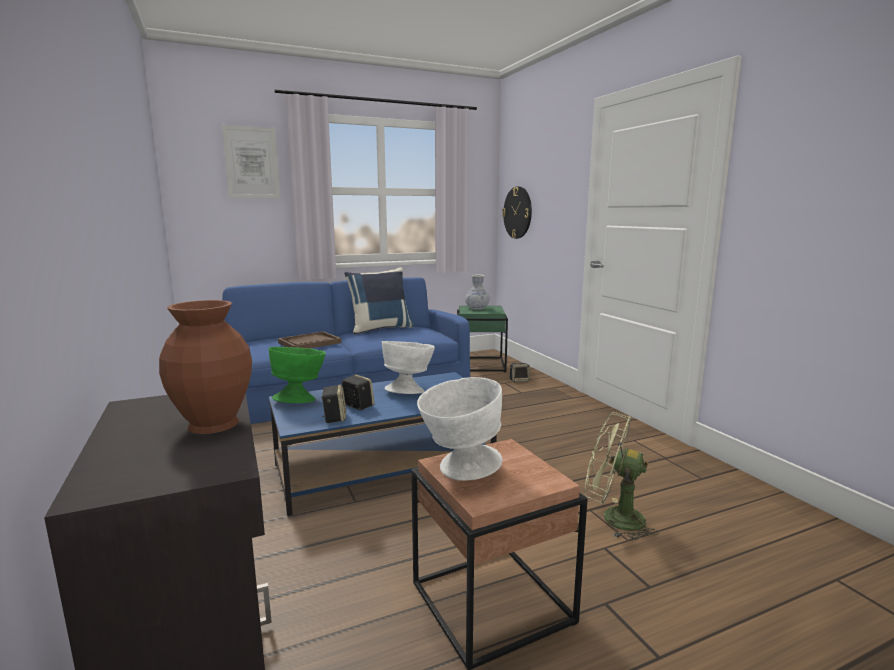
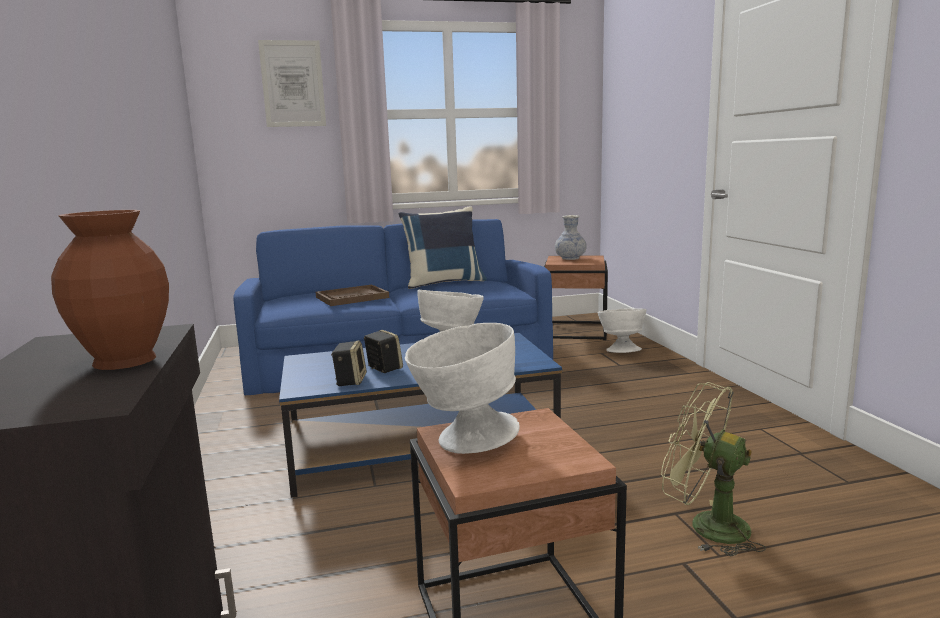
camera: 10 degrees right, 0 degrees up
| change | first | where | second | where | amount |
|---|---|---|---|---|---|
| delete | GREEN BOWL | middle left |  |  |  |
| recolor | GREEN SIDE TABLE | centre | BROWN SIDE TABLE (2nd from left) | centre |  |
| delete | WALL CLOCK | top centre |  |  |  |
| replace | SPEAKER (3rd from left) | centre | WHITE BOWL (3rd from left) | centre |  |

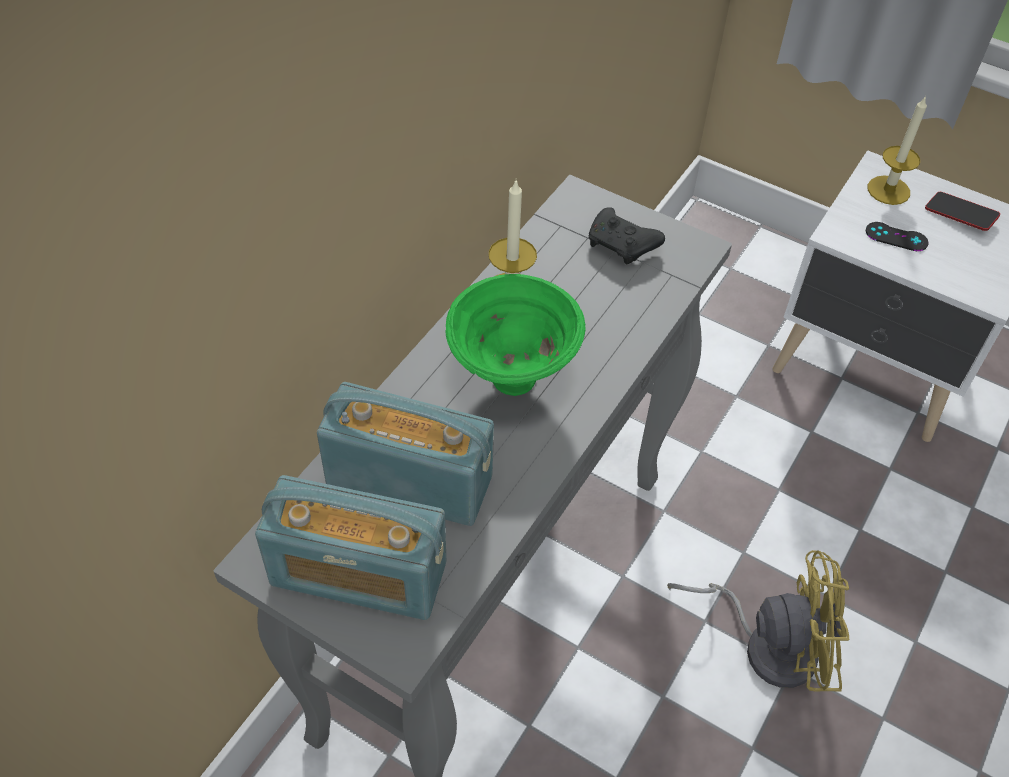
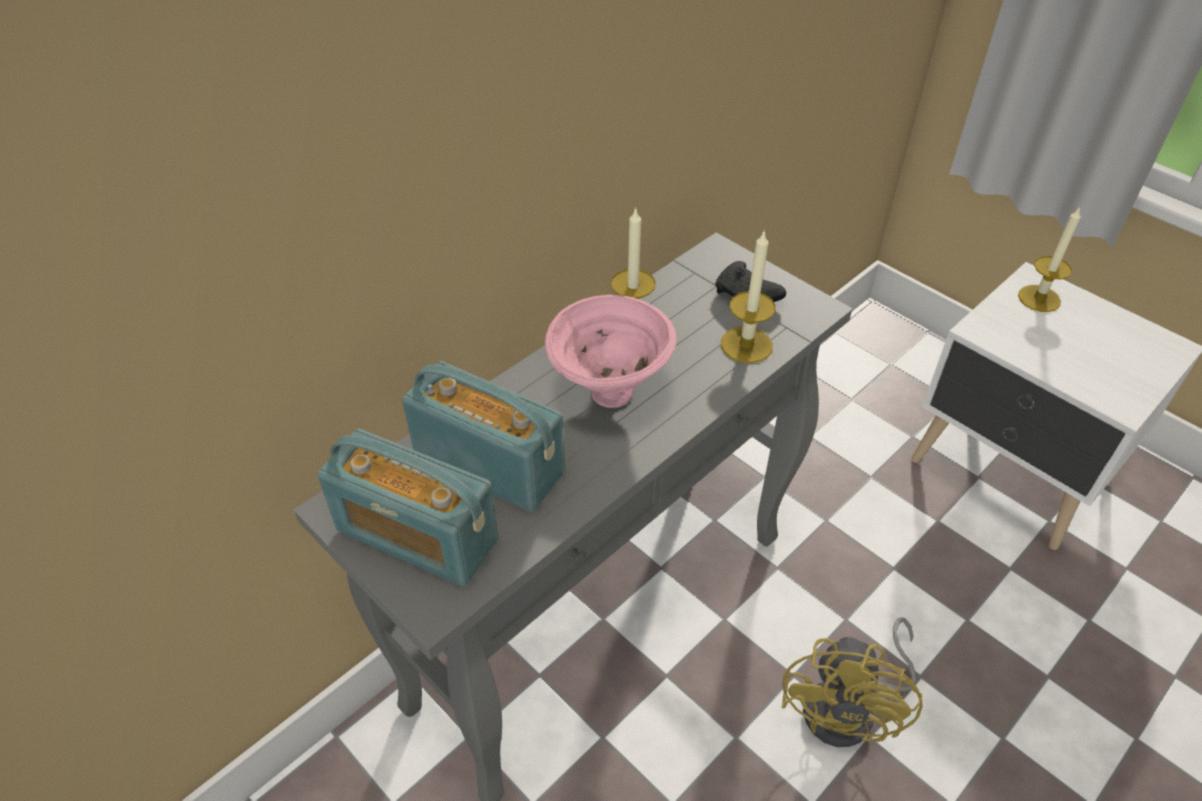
camera: 15 degrees right, 5 degrees down
| change | first | where | second | where | amount |
|---|---|---|---|---|---|
| recolor | GREEN BOWL | centre | PINK BOWL | centre |  |
| rotate | YELLOW FAN | bottom right |  | bottom right | 90 degrees clockwise |
| delete | BLACK GAME CONTROLLER (2nd from left) | top right |  |  |  |
| delete | PHONE | top right |  |  |  |
| insert |  |  | CANDLE (2nd from left) | centre |  |

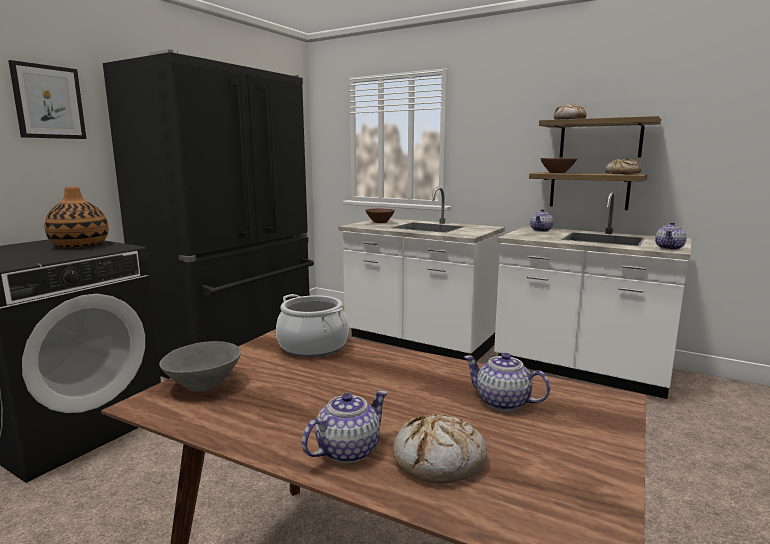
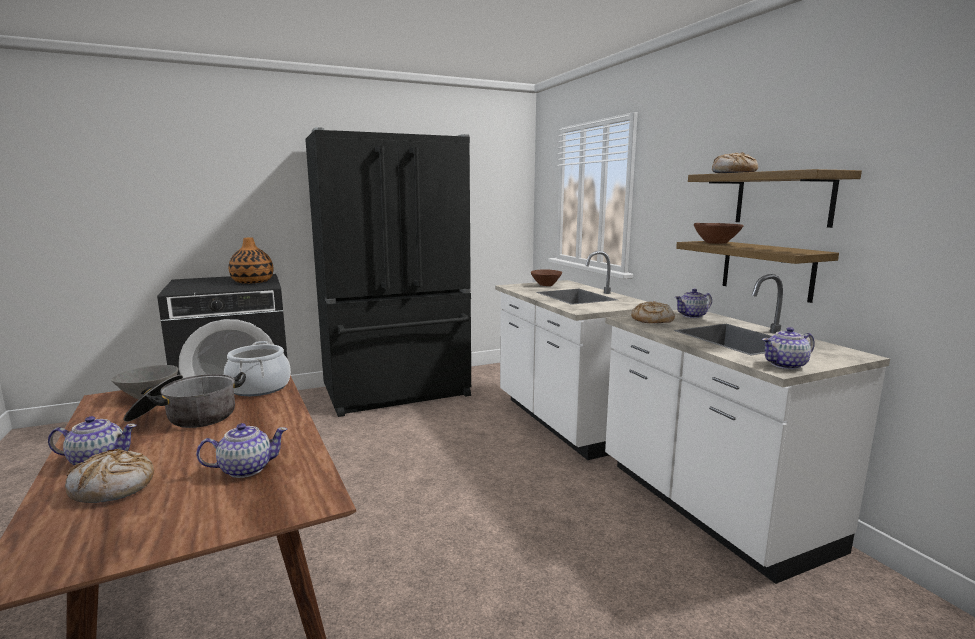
camera: 35 degrees right, 0 degrees up
| change | first | where | second | where | amount |
|---|---|---|---|---|---|
| delete | PICTURE | top left |  |  |  |
| rotate | TEAPOT (2nd from left) | bottom centre |  | bottom left | 90 degrees clockwise |
| move | BREAD (3rd from left in the first image) | top right | BREAD (2nd from left) | middle right |  |
| insert |  |  | COOKING POT (1st from left) | middle left |  |

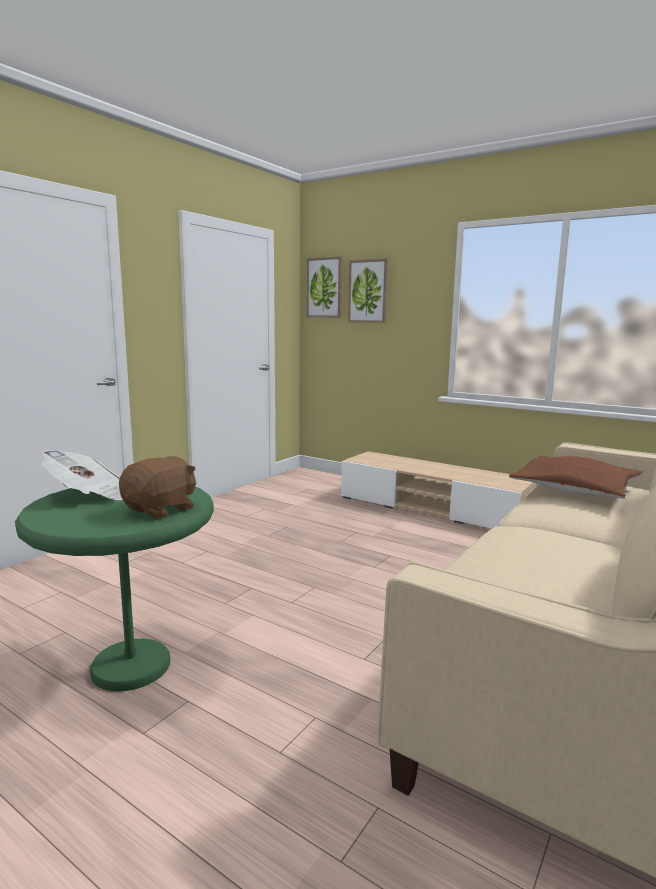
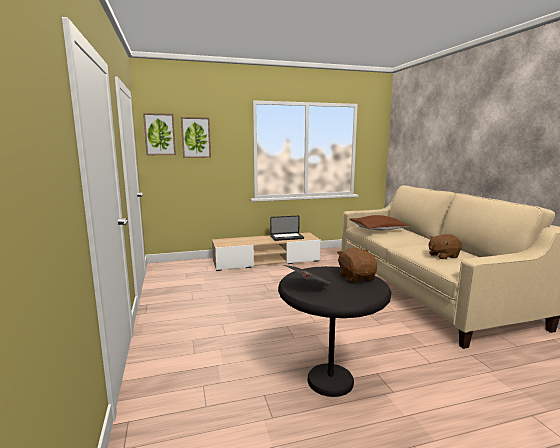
camera: 50 degrees left, 0 degrees up
| change | first | where | second | where | amount |
|---|---|---|---|---|---|
| recolor | GREEN SIDE TABLE | middle left | BLACK SIDE TABLE | bottom centre |  |
| insert |  |  | LAPTOP | centre |  |
| insert |  |  | BROWN PLUSH TOY (2nd from left) | middle right |  |

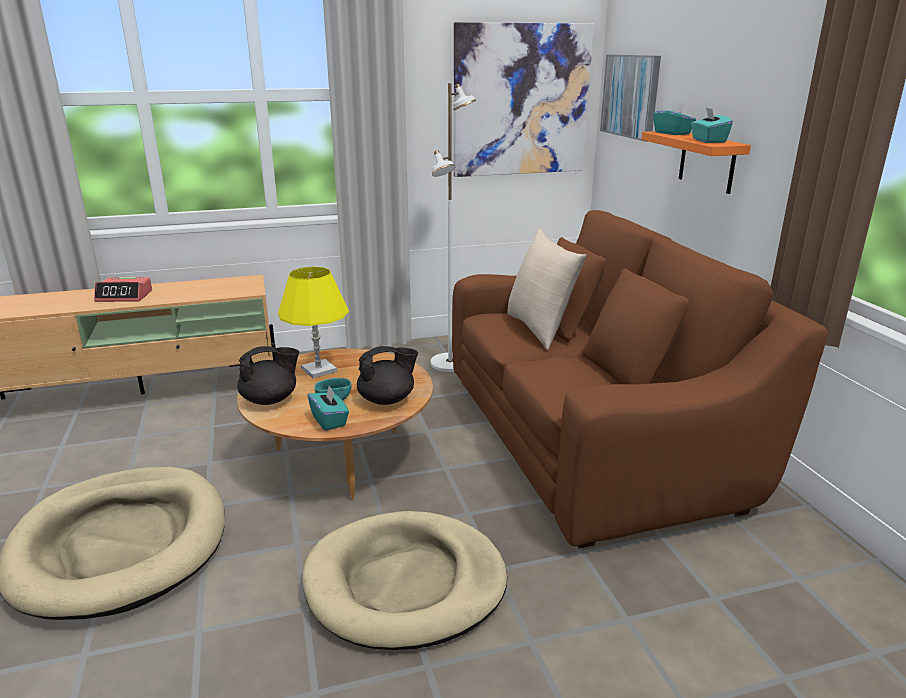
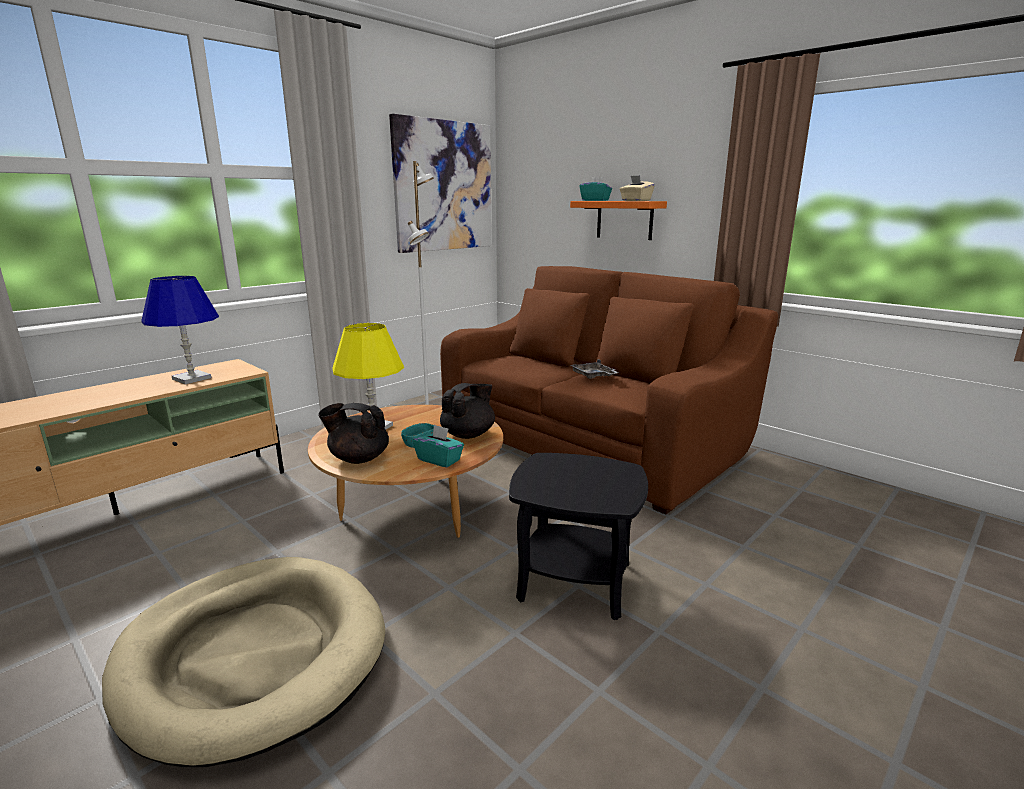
camera: 30 degrees left, 5 degrees down
| change | first | where | second | where | amount |
|---|---|---|---|---|---|
| delete | ALARM CLOCK | middle left |  |  |  |
| rotate | BLACK TEAPOT (1st from left) | middle left |  | centre | 120 degrees counterclockwise |
| replace | BEIGE DOG BED (2nd from left) | bottom centre | BLACK SIDE TABLE | bottom centre |  |
| delete | BEIGE PILLOW | centre |  |  |  |
| delete | PICTURE (2nd from left) | top right |  |  |  |
| recolor | TURQUOISE TISSUE BOX (3rd from left) | top right | BEIGE TISSUE BOX | top centre |  |
| insert |  |  | BLUE TABLE LAMP | middle left |  |
| insert |  |  | GREY TRAY | centre |  |

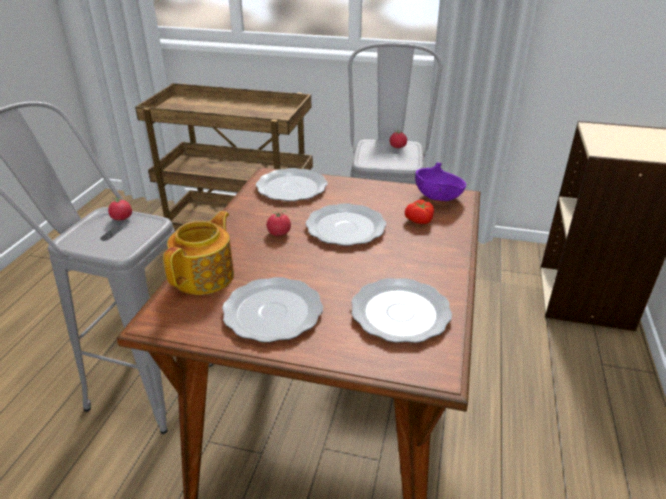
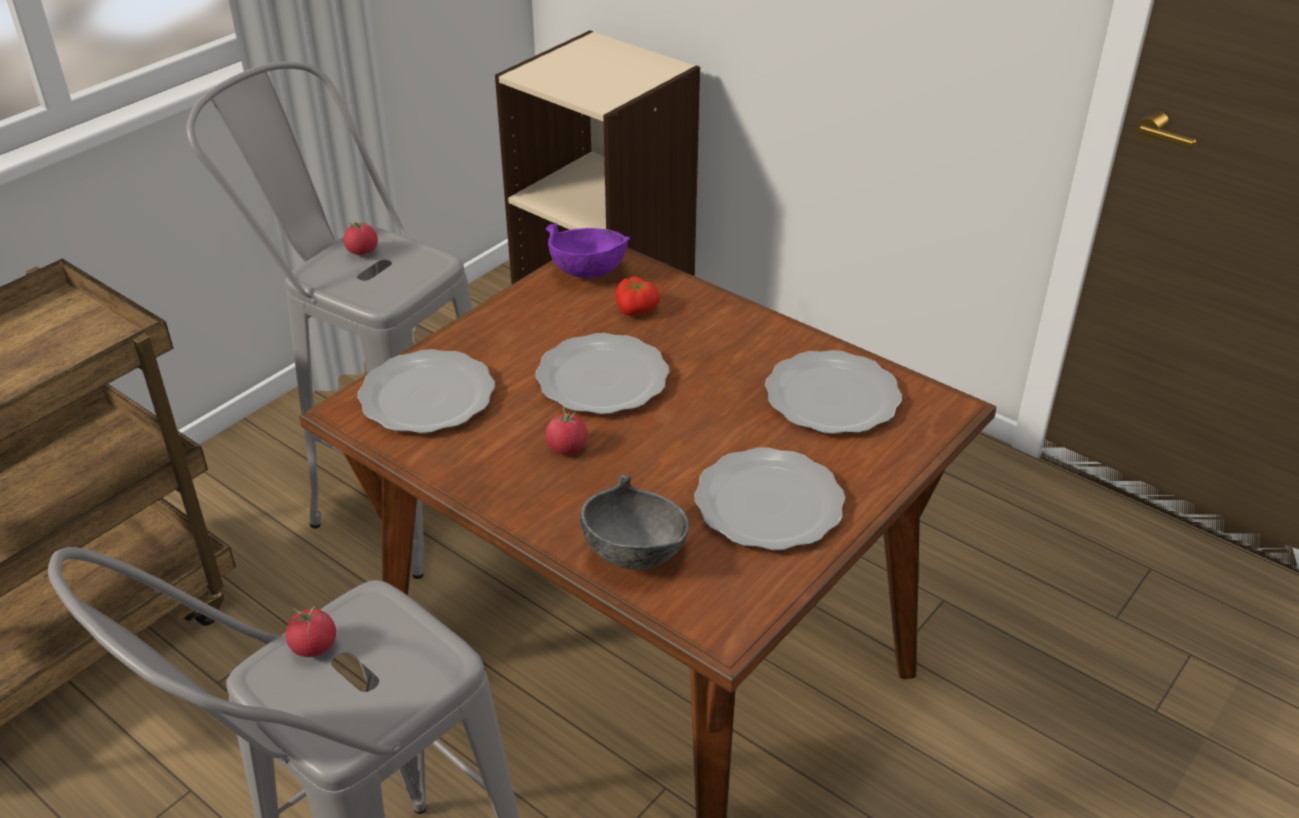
camera: 65 degrees left, 5 degrees up
| change | first | where | second | where | amount |
|---|---|---|---|---|---|
| replace | TEAPOT | middle left | GREY BOWL | centre |  |

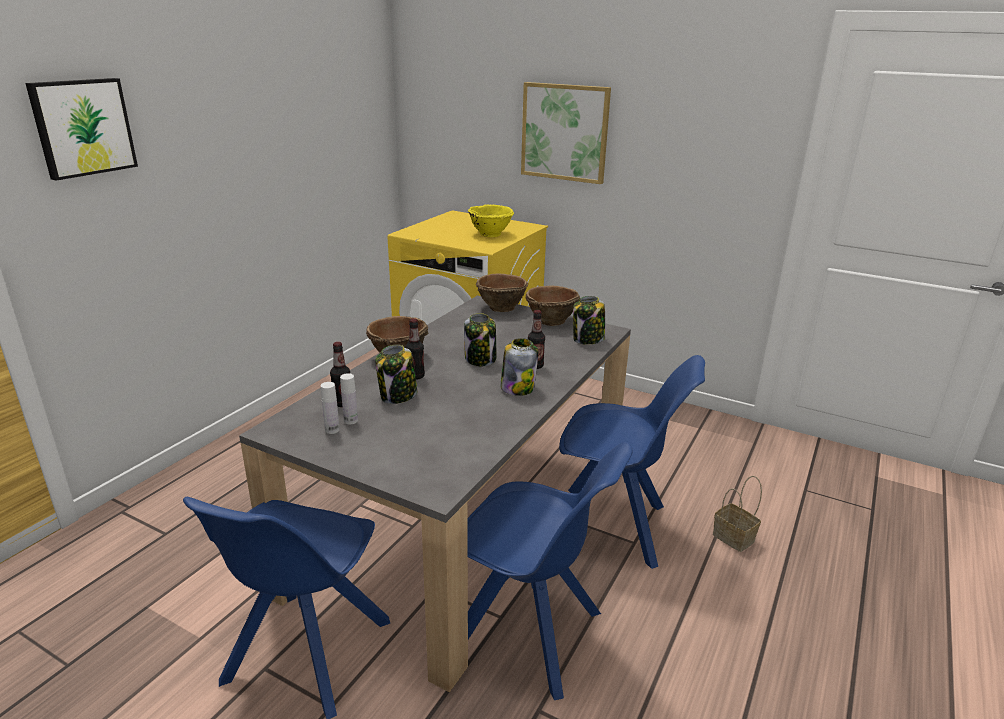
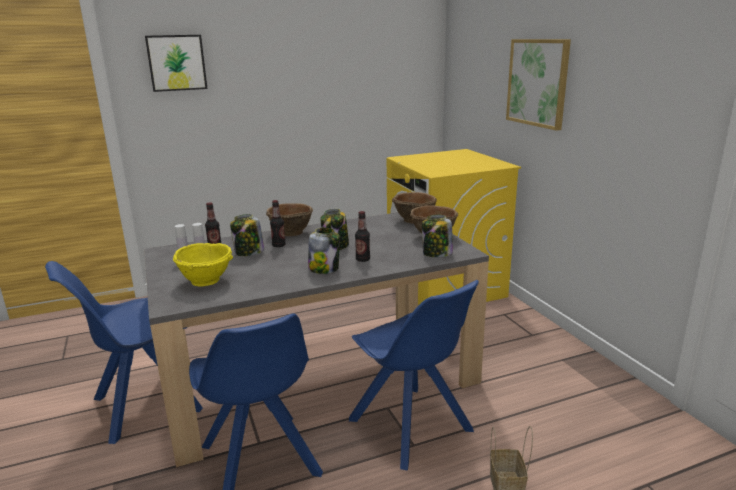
camera: 40 degrees right, 5 degrees down
| change | first | where | second | where | amount |
|---|---|---|---|---|---|
| move | YELLOW BOWL | top centre |  | middle left |  |

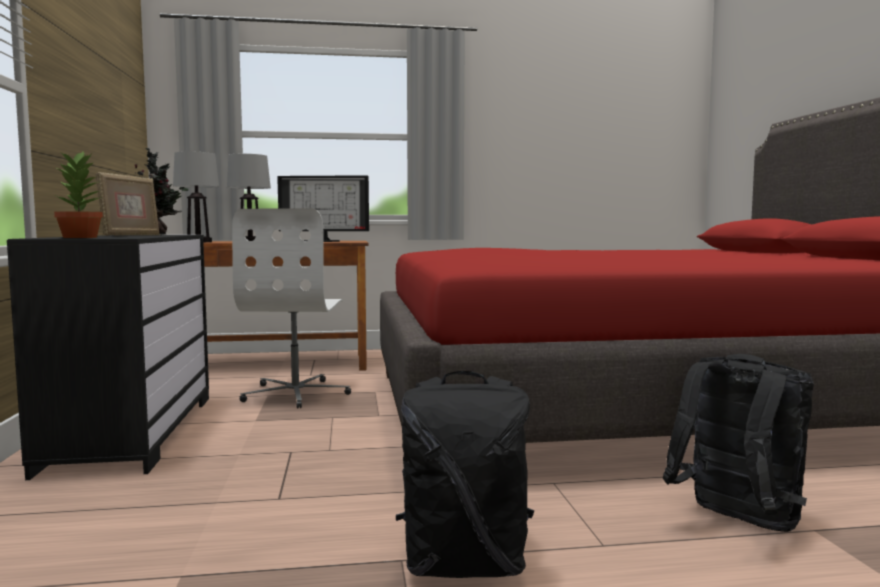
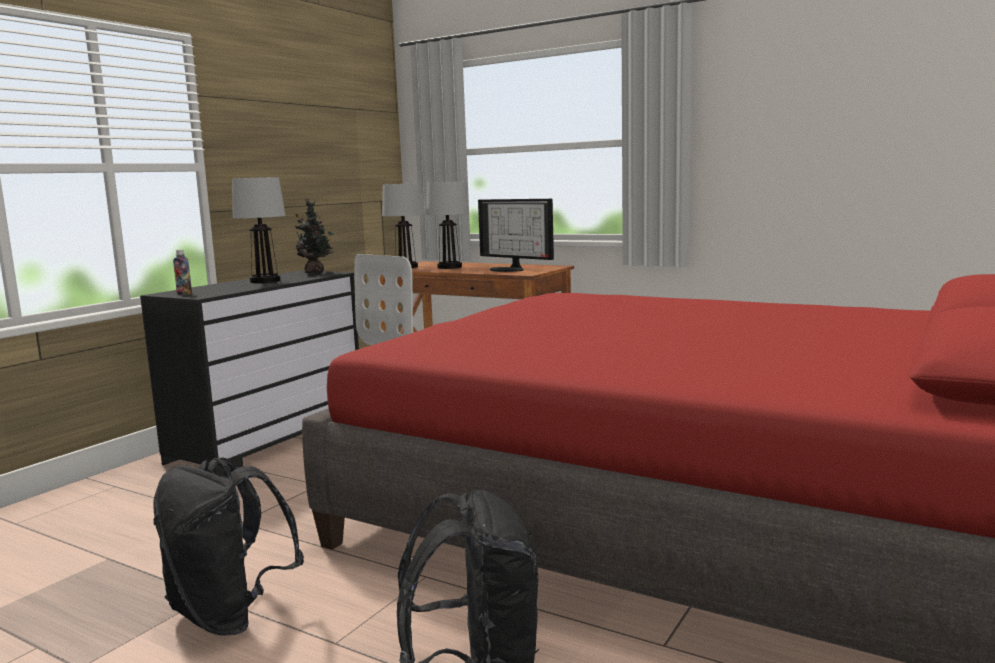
camera: 40 degrees right, 5 degrees up
| change | first | where | second | where | amount |
|---|---|---|---|---|---|
| replace | POTTED PLANT (1st from left) | top left | BOTTLE | middle left |  |
| replace | PICTURE FRAME | middle left | TABLE LAMP (1st from left) | middle left |  |

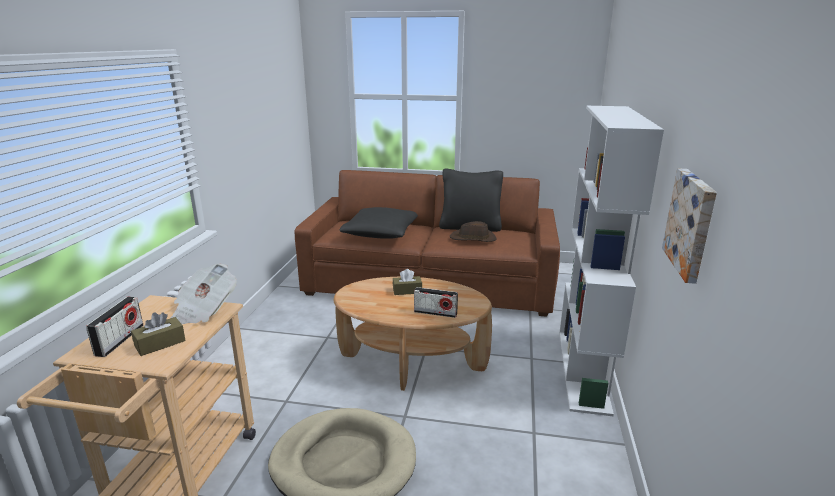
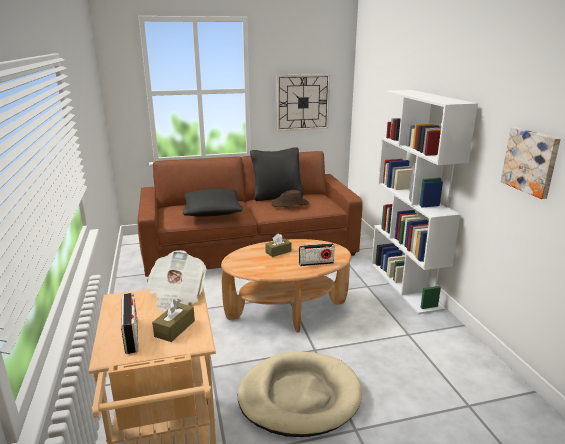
camera: 25 degrees left, 0 degrees up
| change | first | where | second | where | amount |
|---|---|---|---|---|---|
| insert |  |  | WALL CLOCK | top centre |  |

